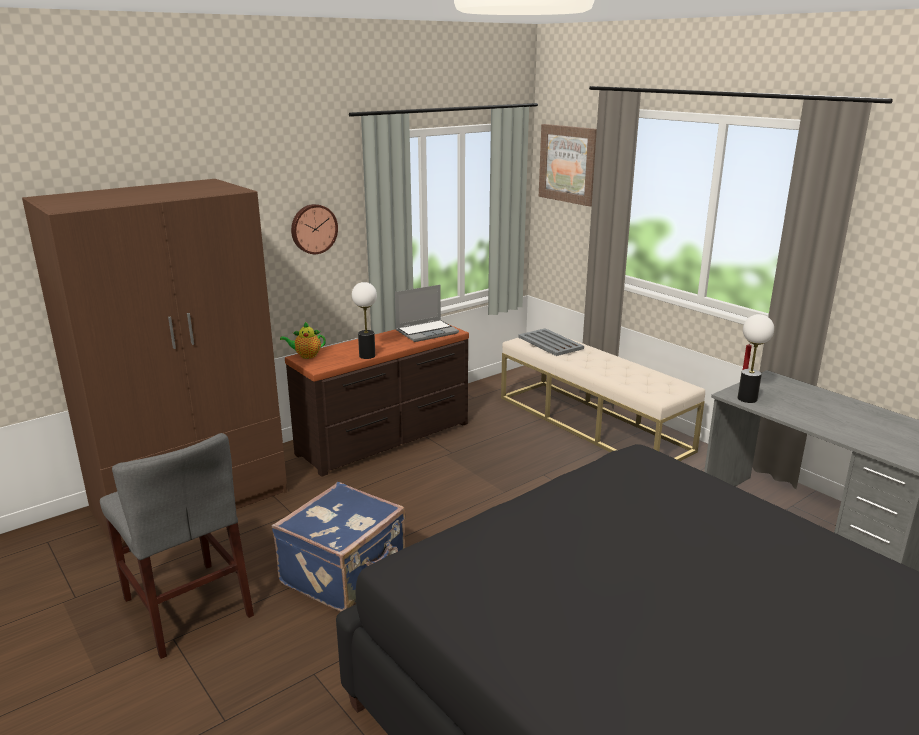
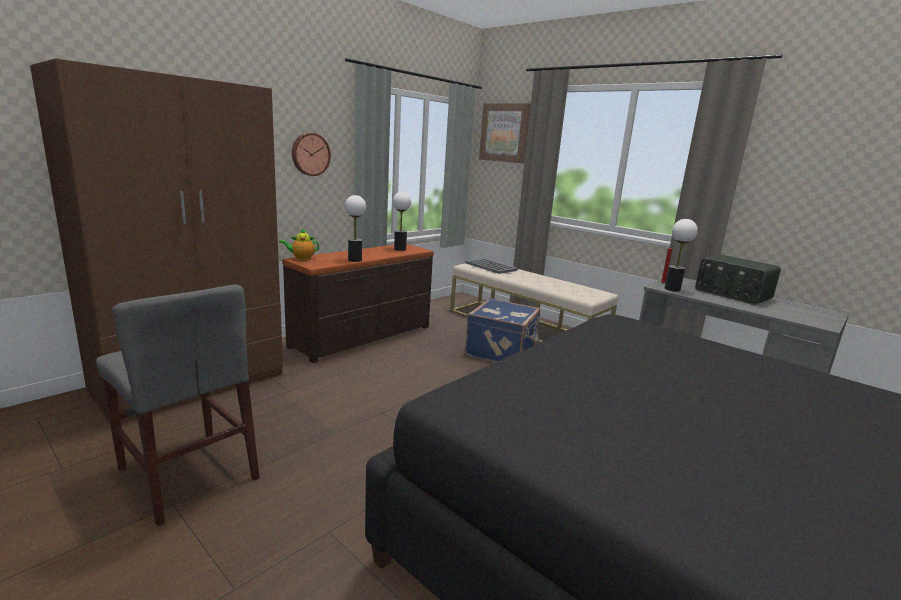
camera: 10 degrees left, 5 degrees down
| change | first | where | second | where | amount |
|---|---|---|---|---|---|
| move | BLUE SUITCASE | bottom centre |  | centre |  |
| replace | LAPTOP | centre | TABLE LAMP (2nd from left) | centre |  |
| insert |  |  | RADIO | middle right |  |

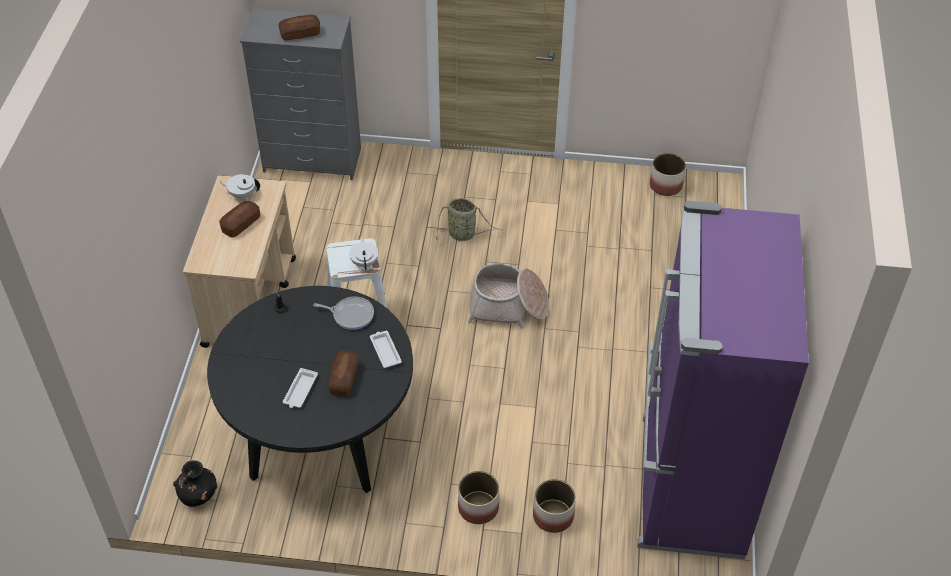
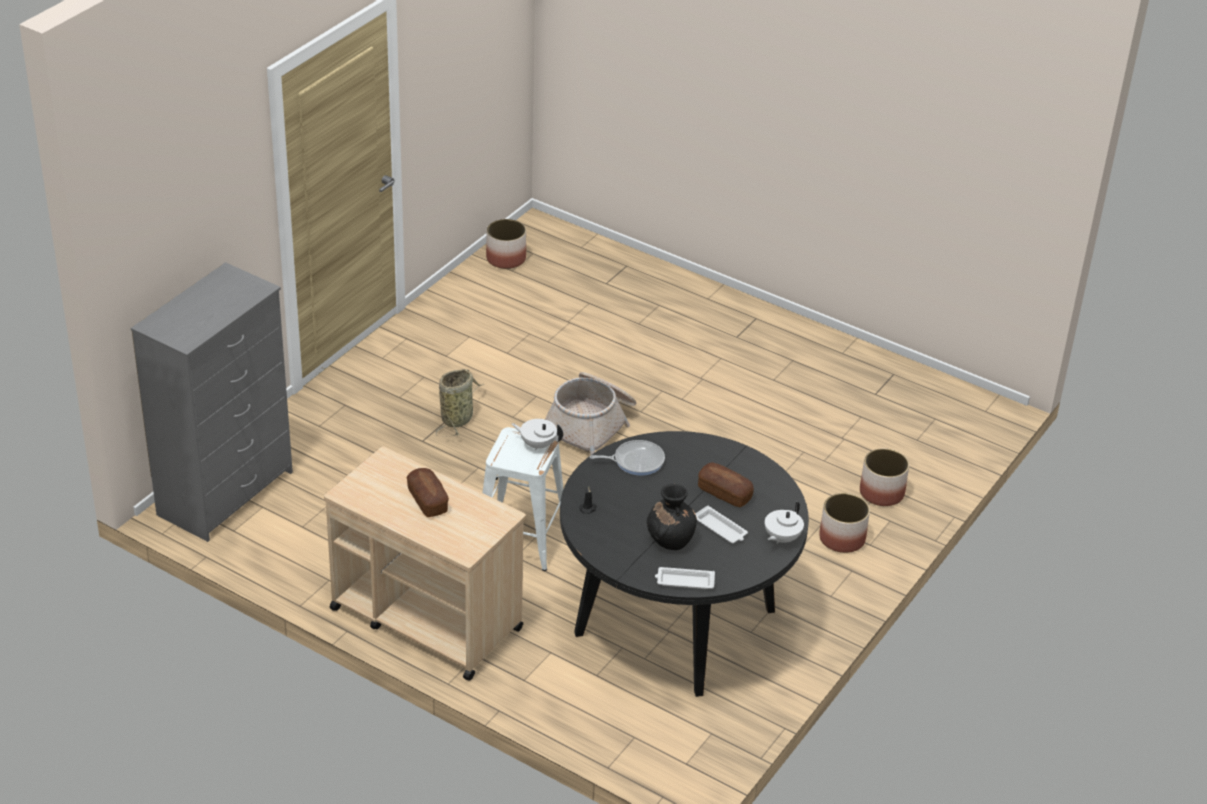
camera: 65 degrees left, 10 degrees down
| change | first | where | second | where | amount |
|---|---|---|---|---|---|
| move | BLACK VASE | bottom left |  | centre |  |
| move | WHITE TEAPOT (1st from left in the first image) | top left | WHITE TEAPOT (2nd from left) | centre |  |
| delete | BREAD (2nd from left) | top left |  |  |  |
| rotate | FRYING PAN | centre |  | centre | 45 degrees clockwise |
| move | WHITE TRAY (2nd from left in the first image) | centre | WHITE TRAY (1st from left) | bottom centre |  |
| delete | PURPLE FRIDGE | middle right |  |  |  |

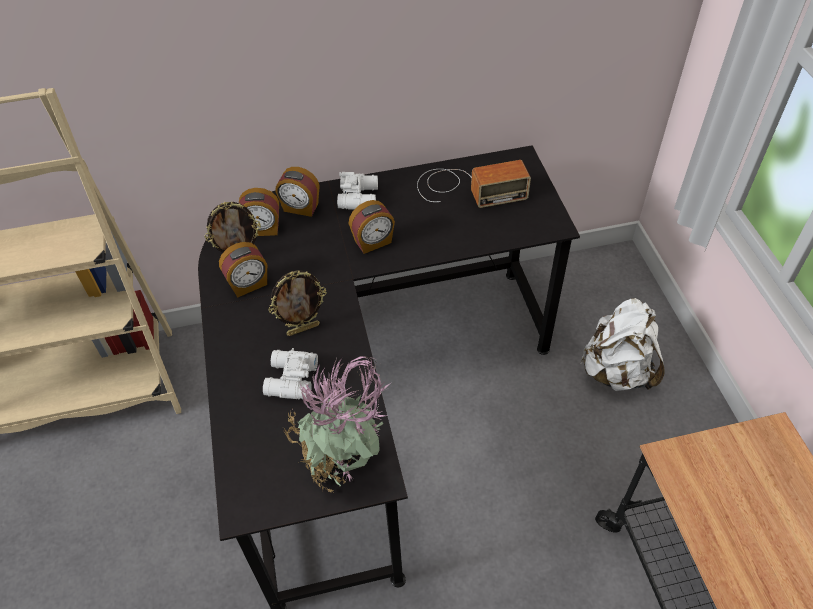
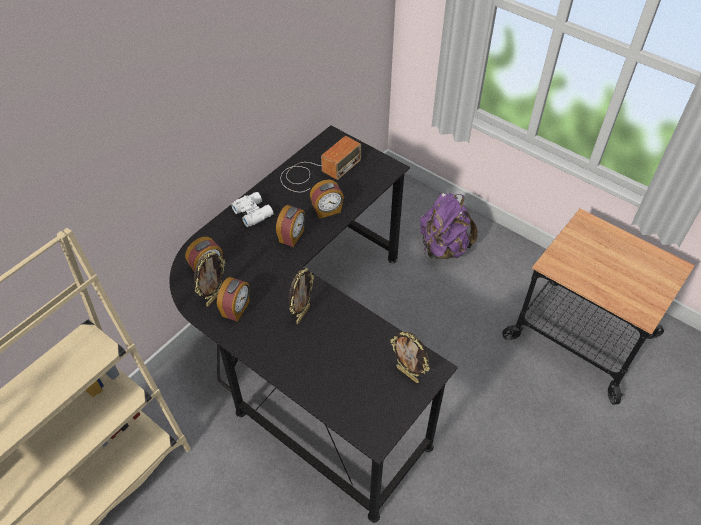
camera: 40 degrees left, 0 degrees up
| change | first | where | second | where | amount |
|---|---|---|---|---|---|
| delete | WHITE BINOCULARS (1st from left) | centre |  |  |  |
| move | ALARM CLOCK (3rd from left in the first image) | top centre | ALARM CLOCK (4th from left) | centre |  |
| replace | POTTED PLANT | bottom centre | PICTURE FRAME (3rd from left) | bottom centre |  |
| recolor | WHITE BACKPACK | middle right | PURPLE BACKPACK | centre |  |

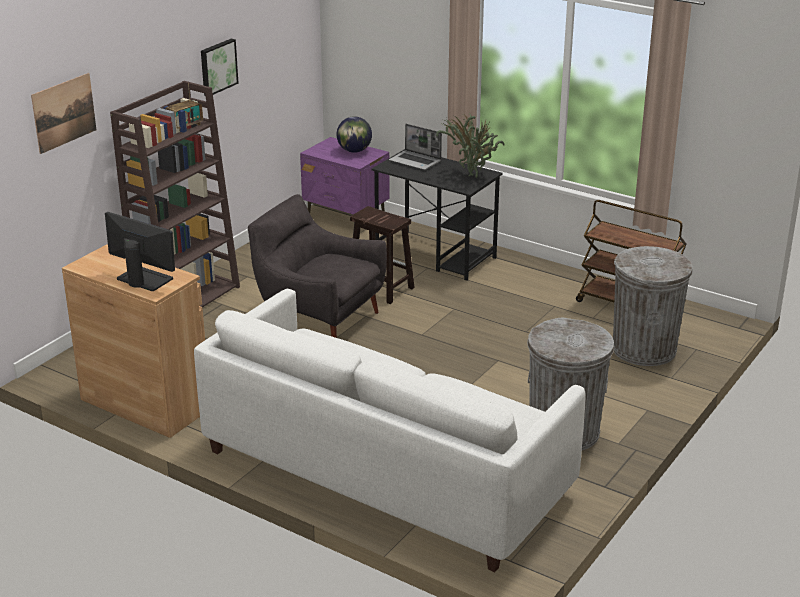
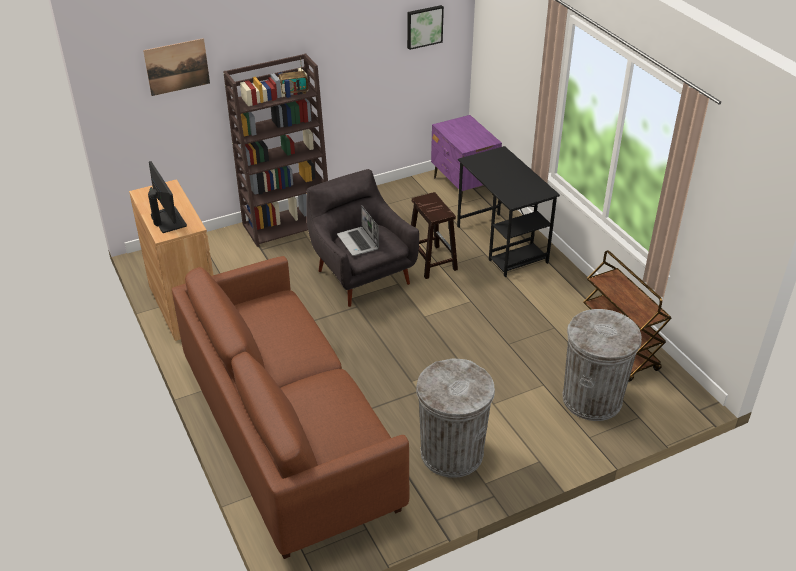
camera: 30 degrees right, 10 degrees up
| change | first | where | second | where | amount |
|---|---|---|---|---|---|
| recolor | WHITE SOFA | bottom centre | BROWN SOFA | bottom centre |  |
| move | PICTURE (2nd from left) | top left |  | top centre |  |
| delete | GLOBE | top centre |  |  |  |
| move | LAPTOP | top centre |  | centre |  |
| delete | POTTED PLANT | top centre |  |  |  |

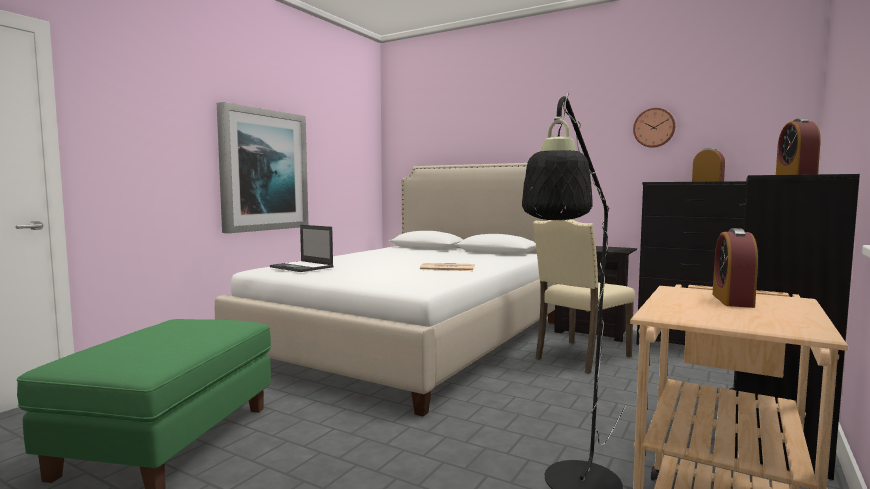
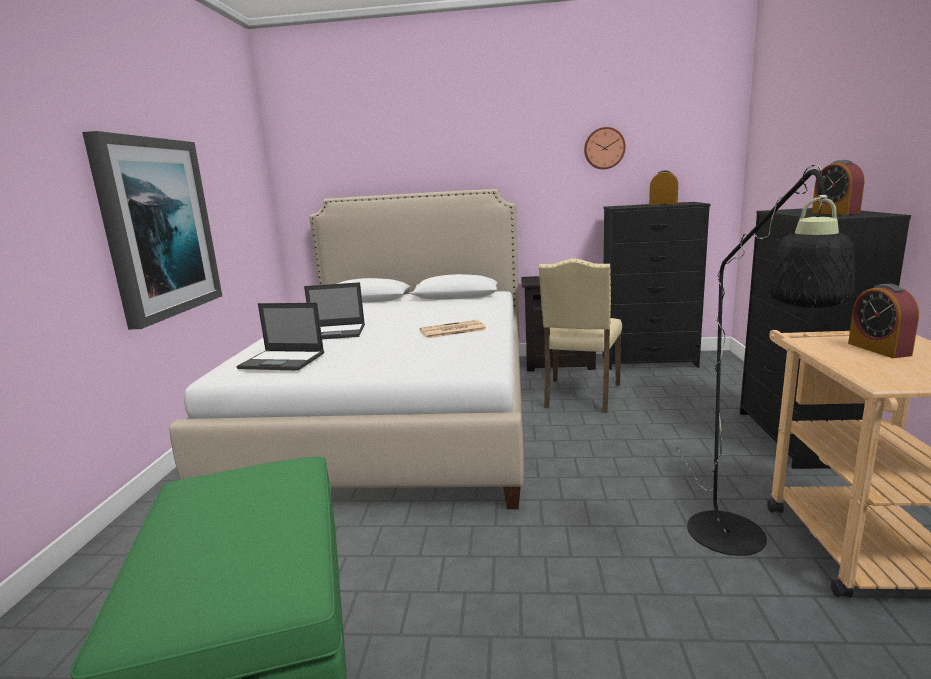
camera: 25 degrees left, 10 degrees up
| change | first | where | second | where | amount |
|---|---|---|---|---|---|
| insert |  |  | LAPTOP (2nd from left) | centre |  |

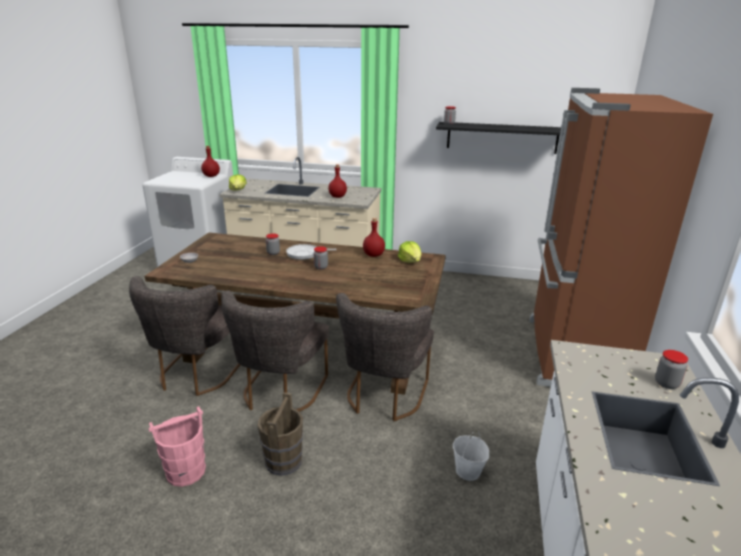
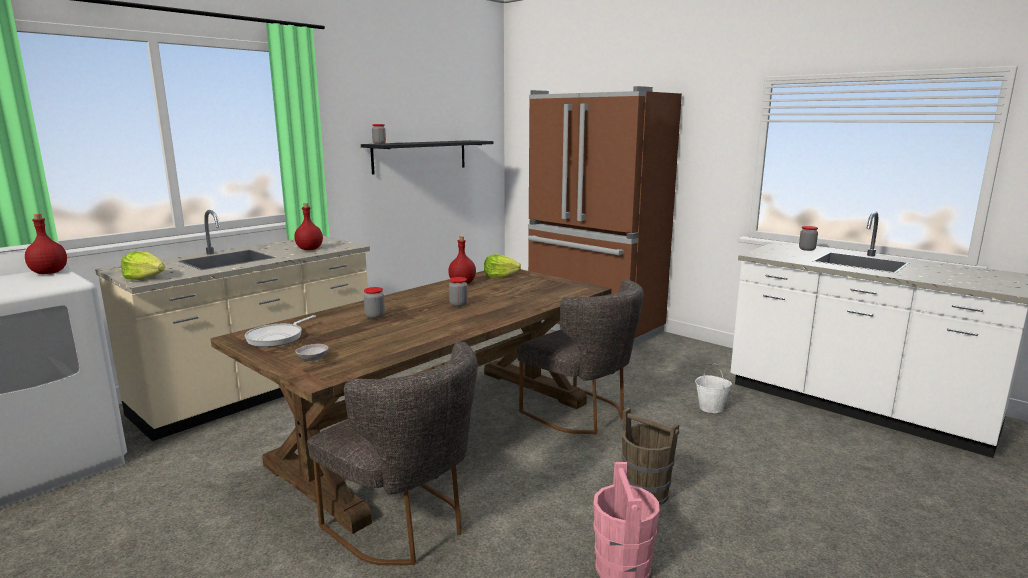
camera: 60 degrees left, 10 degrees down
| change | first | where | second | where | amount |
|---|---|---|---|---|---|
| delete | GREY CHAIR (2nd from left) | centre |  |  |  |
| move | FRYING PAN | centre |  | middle left |  |

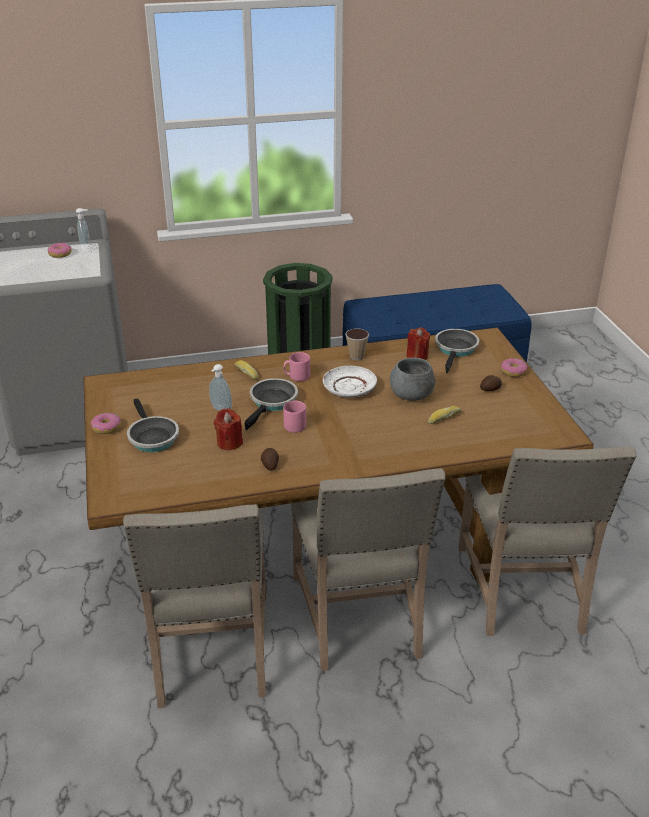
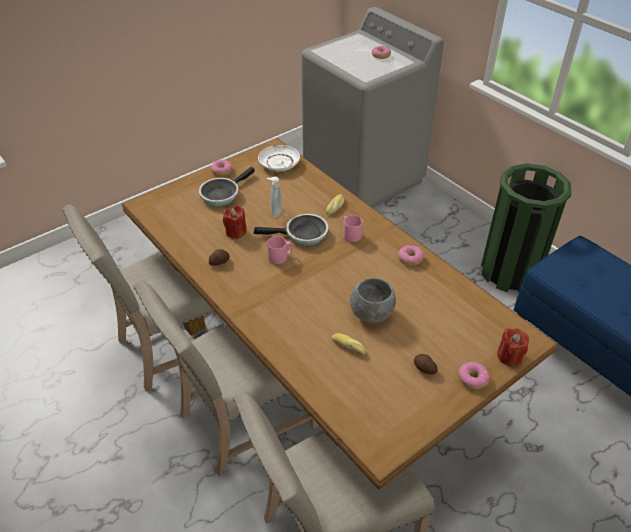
camera: 65 degrees right, 10 degrees up
| change | first | where | second | where | amount |
|---|---|---|---|---|---|
| delete | SOAP DISPENSER (1st from left) | top left |  |  |  |
| move | WHITE PLATE | centre |  | top centre |  |
| replace | CUP | centre | DONUT (3rd from left) | centre |  |
| move | RED CANDLE (2nd from left) | centre |  | middle right |  |
| delete | FRYING PAN (3rd from left) | middle right |  |  |  |

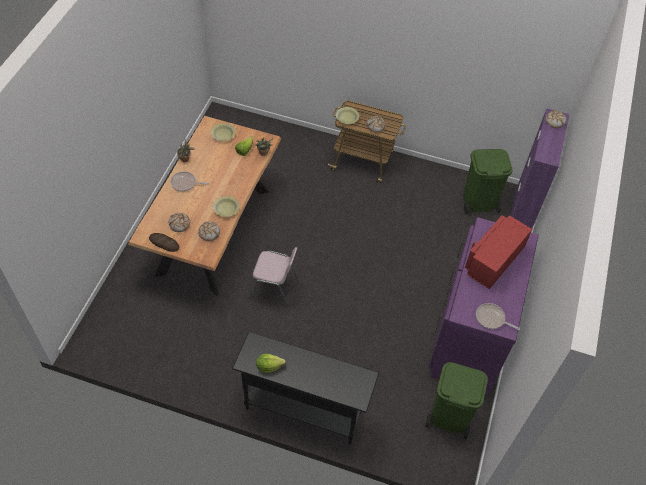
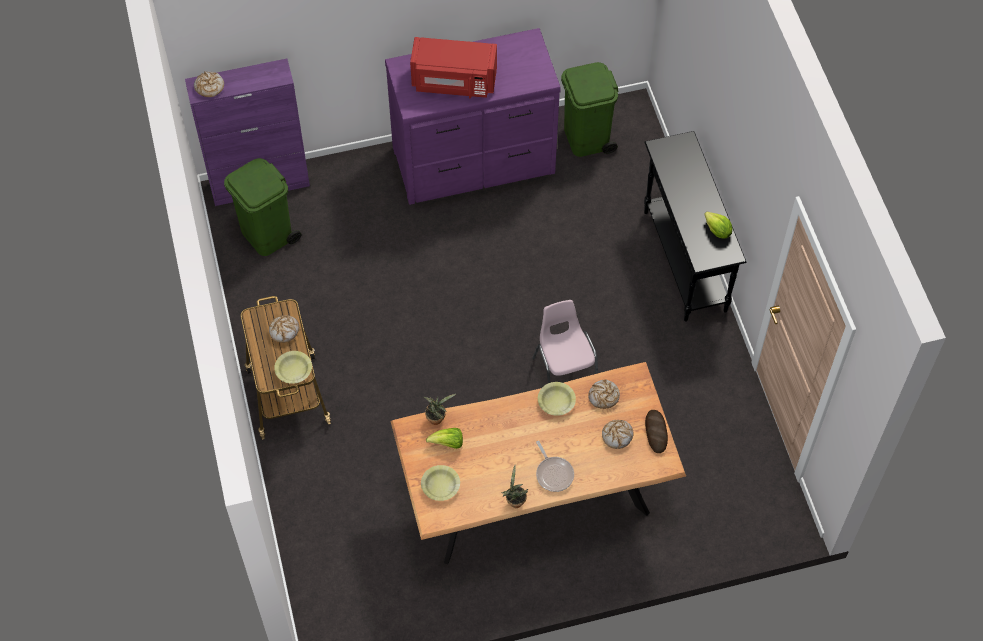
camera: 120 degrees left, 5 degrees up
| change | first | where | second | where | amount |
|---|---|---|---|---|---|
| delete | FRYING PAN (2nd from left) | middle right |  |  |  |

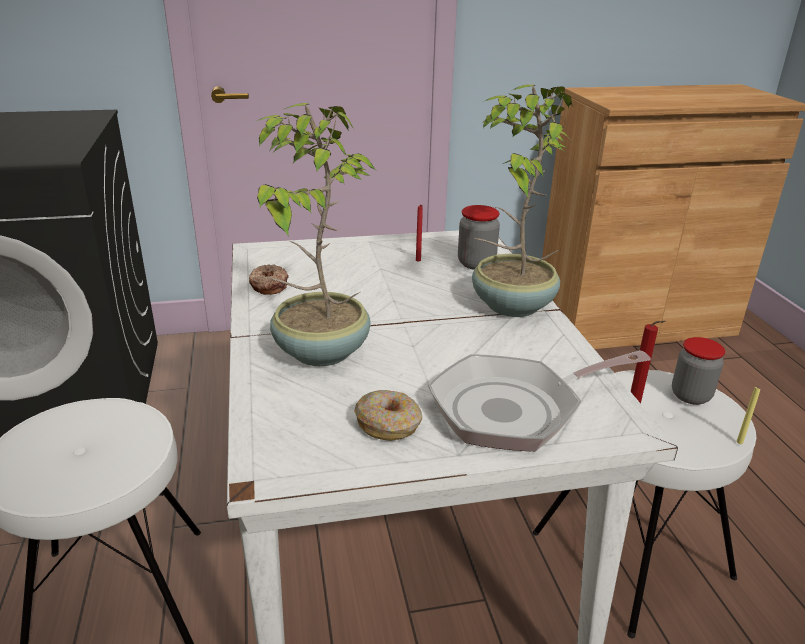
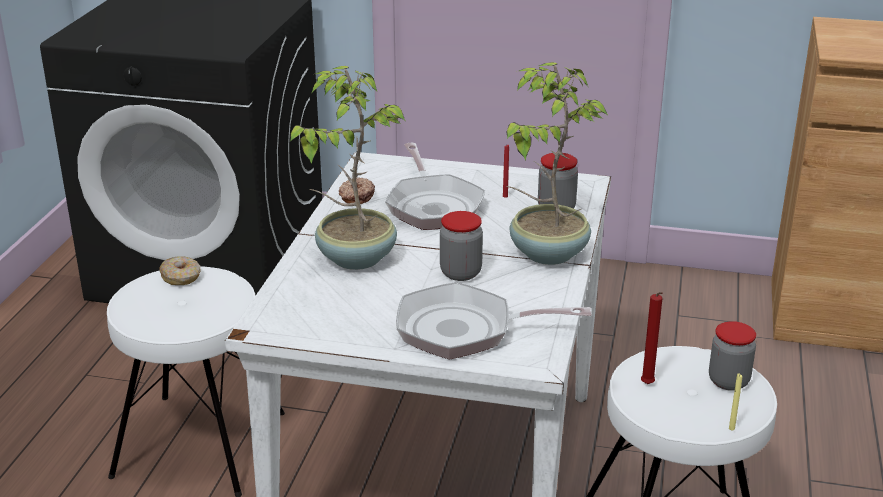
camera: 25 degrees right, 0 degrees up
| change | first | where | second | where | amount |
|---|---|---|---|---|---|
| move | DONUT (2nd from left in the first image) | centre | DONUT (1st from left) | middle left |  |
| insert |  |  | FRYING PAN (1st from left) | centre |  |
| insert |  |  | JAR (1st from left) | centre |  |

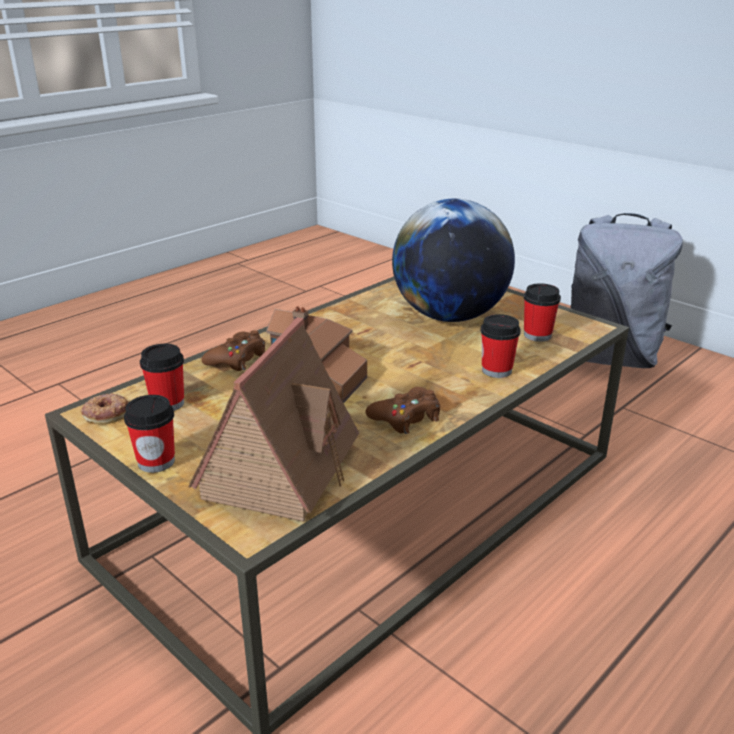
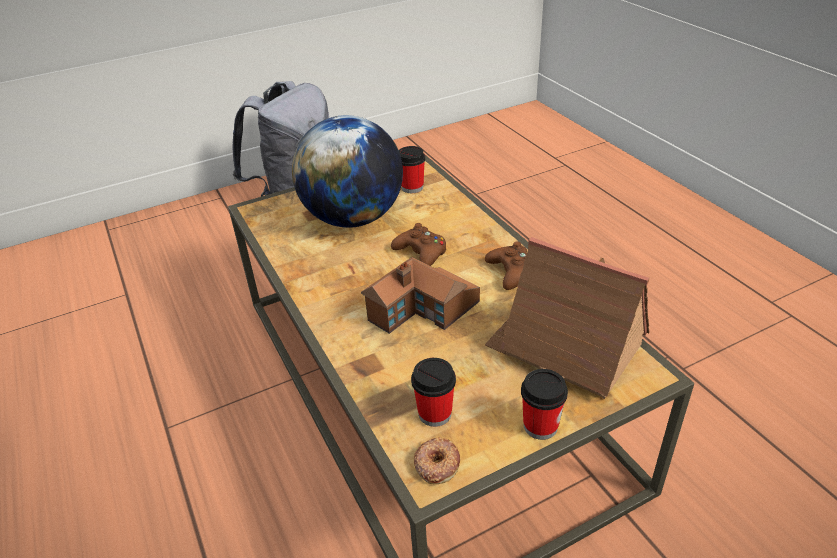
camera: 70 degrees left, 10 degrees up
| change | first | where | second | where | amount |
|---|---|---|---|---|---|
| move | BROWN GAME CONTROLLER (1st from left) | middle left |  | centre |  |
| delete | CUP (3rd from left) | middle right |  |  |  |

